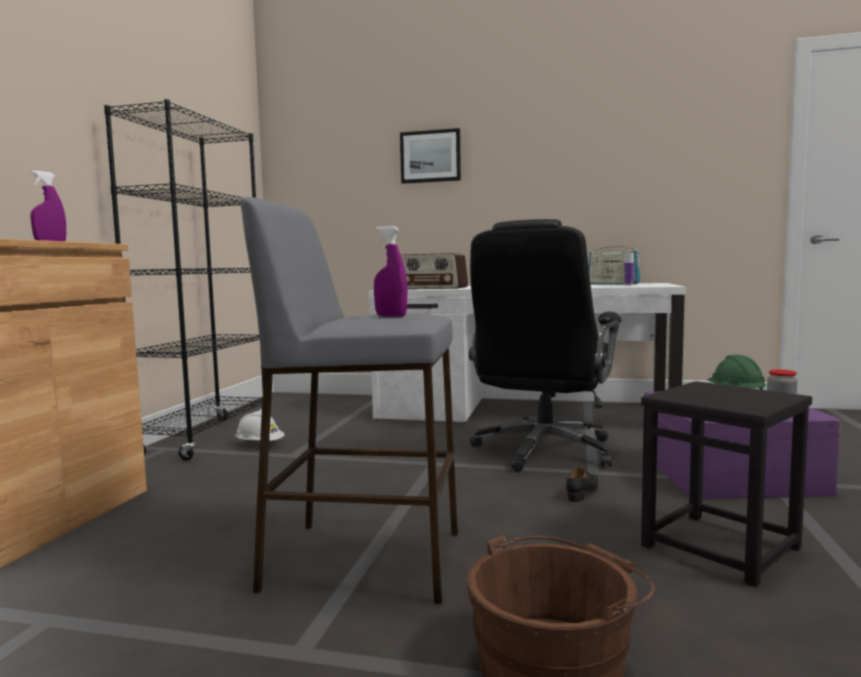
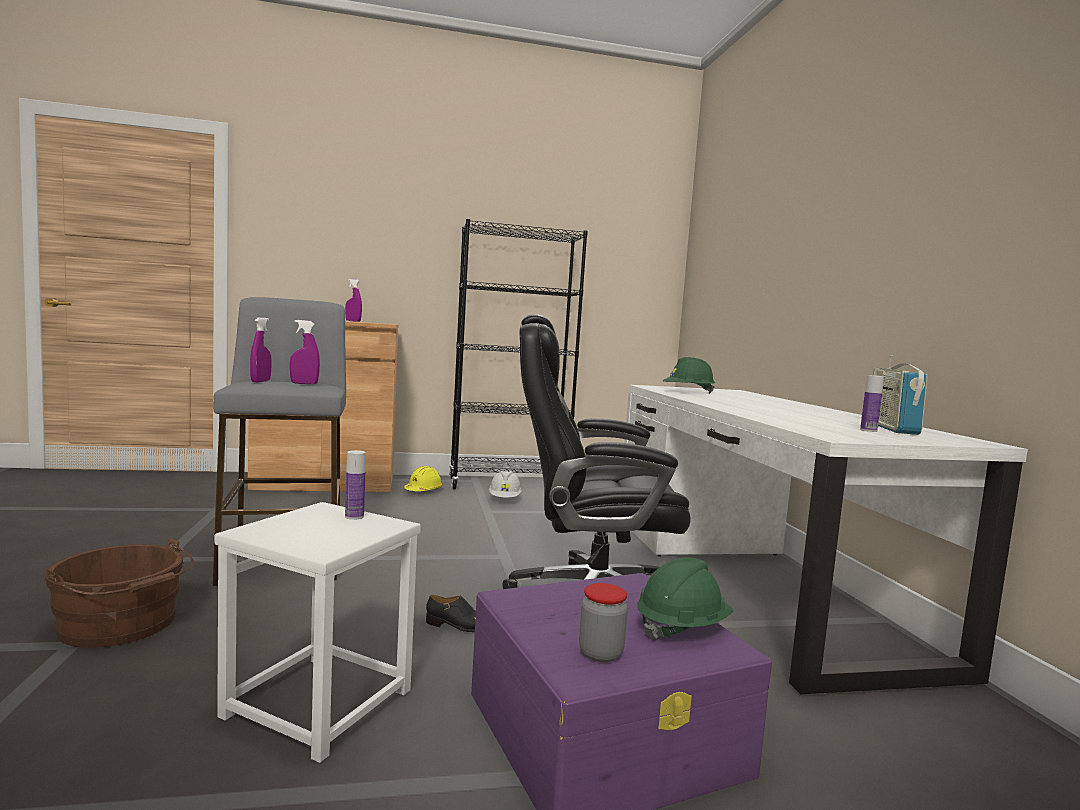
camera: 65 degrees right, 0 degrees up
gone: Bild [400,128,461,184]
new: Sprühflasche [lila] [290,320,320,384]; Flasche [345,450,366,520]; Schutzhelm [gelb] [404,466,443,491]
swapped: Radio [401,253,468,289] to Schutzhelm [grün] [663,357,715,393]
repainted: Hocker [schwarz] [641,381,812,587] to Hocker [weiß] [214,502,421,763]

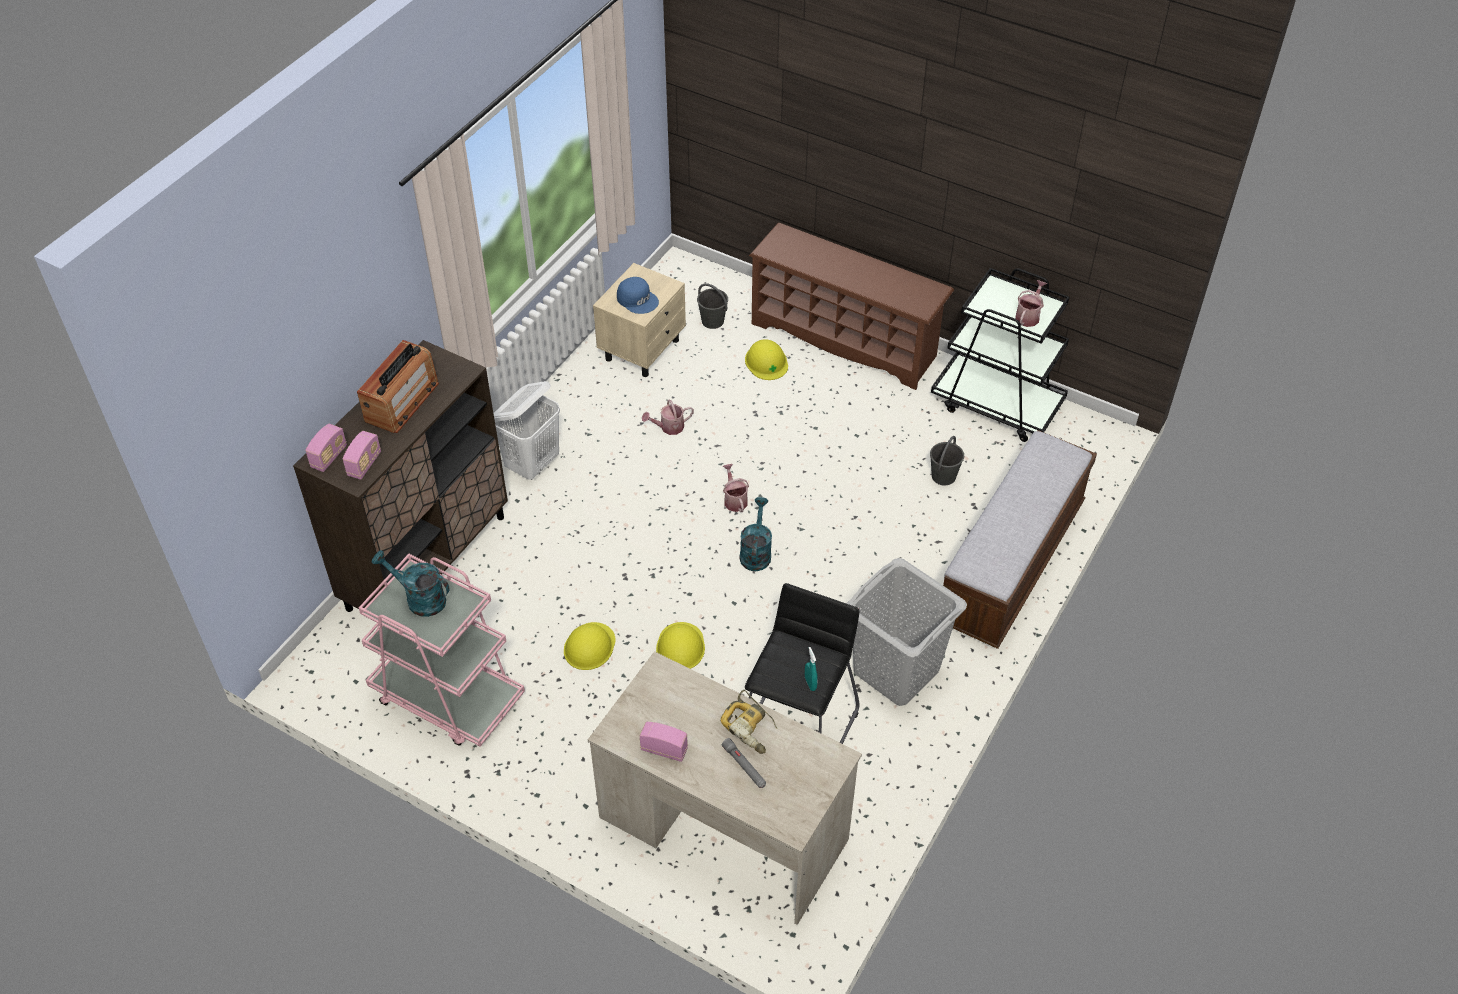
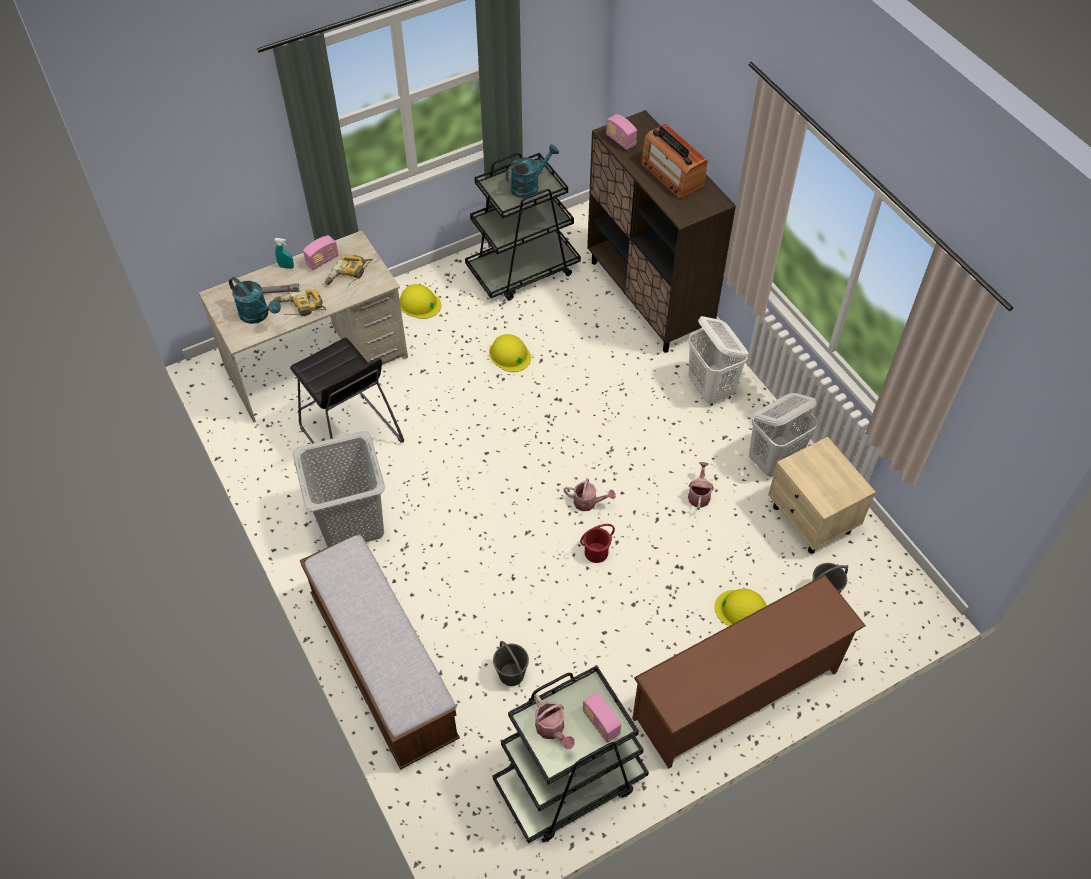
camera: 120 degrees right, 5 degrees up
gone: Kappe [blau] [617,277,659,314]
new: Bohrmaschine [325,255,373,285]; Eimer [rot] [580,524,615,563]; Wäschekorb [weiß] [749,393,818,477]
shifted: Radio [305,424,347,472] to [582,692,621,743]; Schutzhelm [gelb] [656,622,705,669] to [399,284,441,319]; Gießkanne [türkis] [740,497,772,571] to [229,277,281,324]; Sprühflasche [türkis] [805,647,818,691] to [274,238,294,269]
repainted: Rollwagen [rosa] [359,554,525,746] to Rollwagen [schwarz] [465,153,581,301]

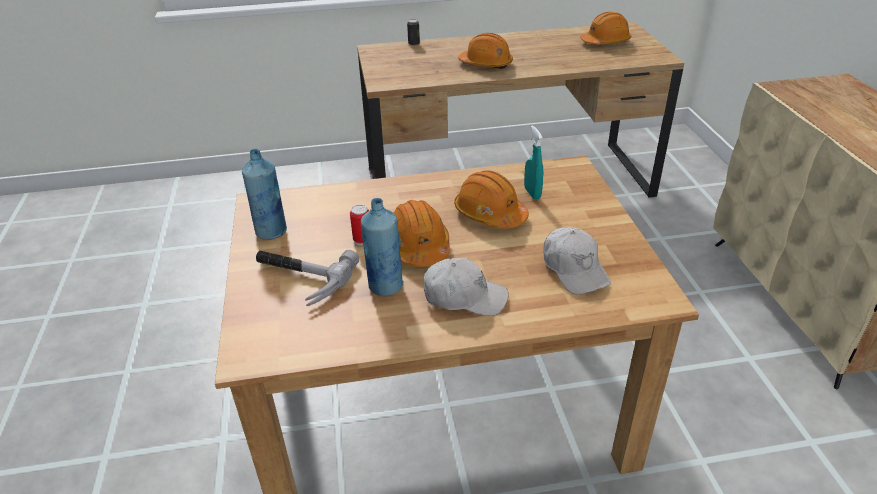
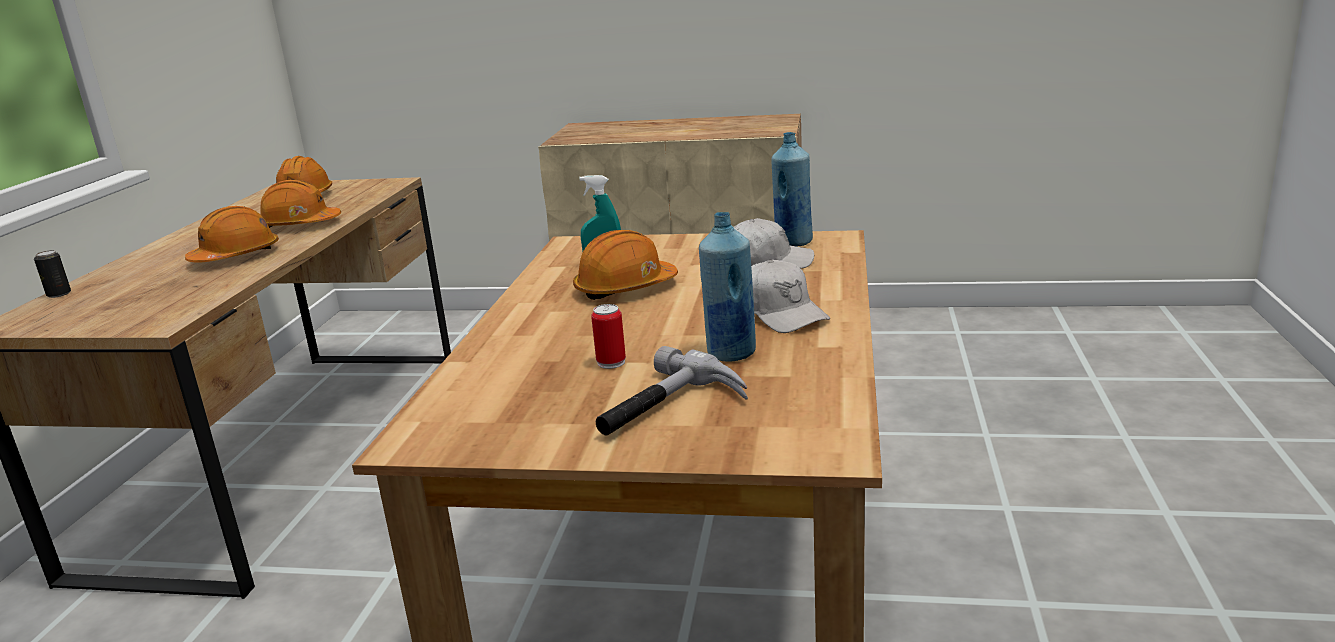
camera: 70 degrees left, 15 degrees down
shifted: Flasche [blau] [242,149,287,240] to [771,132,813,247]; Schutzhelm [orange] [393,200,450,267] to [260,180,341,228]
rotated: Kappe [weiß] [424,258,509,316] = [751,260,830,333] 120 degrees clockwise

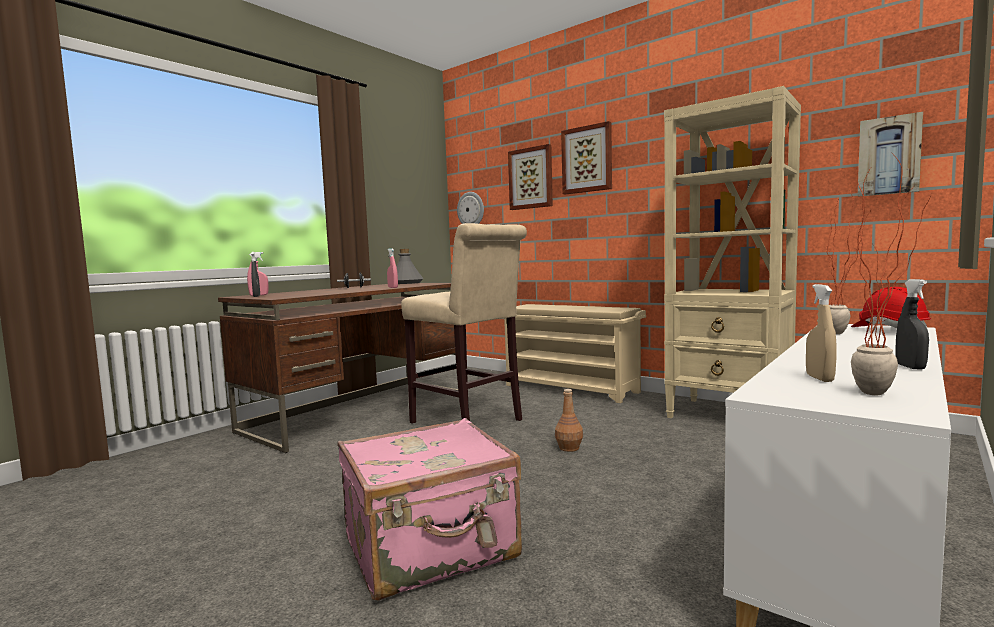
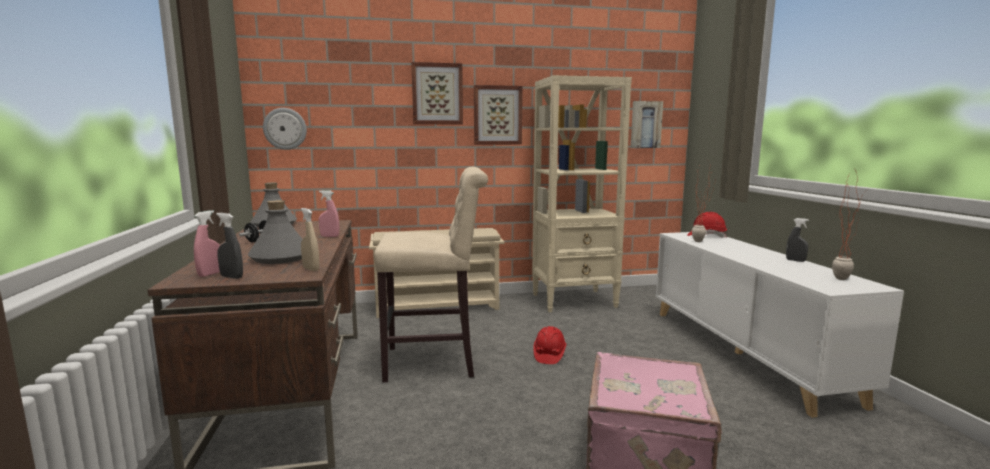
camera: 50 degrees left, 5 degrees up
new: Flasche [grau] [248,200,302,264]
shifted: Bild [508,144,553,210] to [474,85,522,145]; Sprühflasche [beige] [806,284,837,382] to [301,208,319,271]
swapped: Flasche [braun] [555,389,583,452] to Schutzhelm [rot] [534,326,566,364]

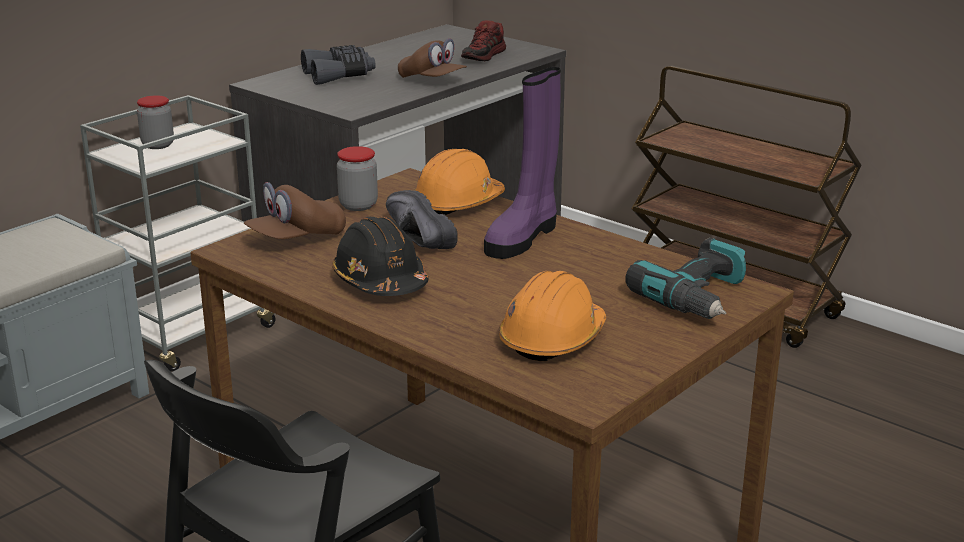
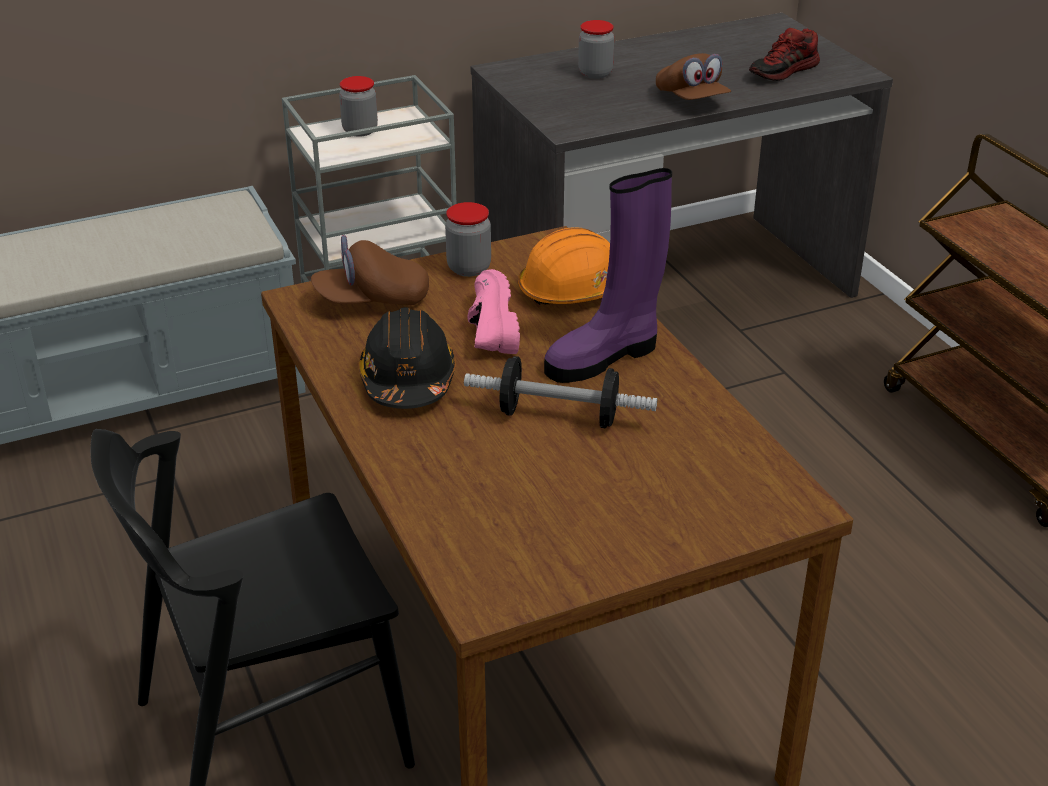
camera: 25 degrees right, 10 degrees up
gone: Schutzhelm [orange] [499,271,606,361]; Bohrmaschine [625,238,746,319]
new: Hantel [464,356,657,428]
swapped: Fernglas [grau] [301,45,376,85] to Vorratsglas [578,20,614,79]
repainted: Schuh [schwarz] [386,190,458,249] to Schuh [rosa] [468,269,520,354]

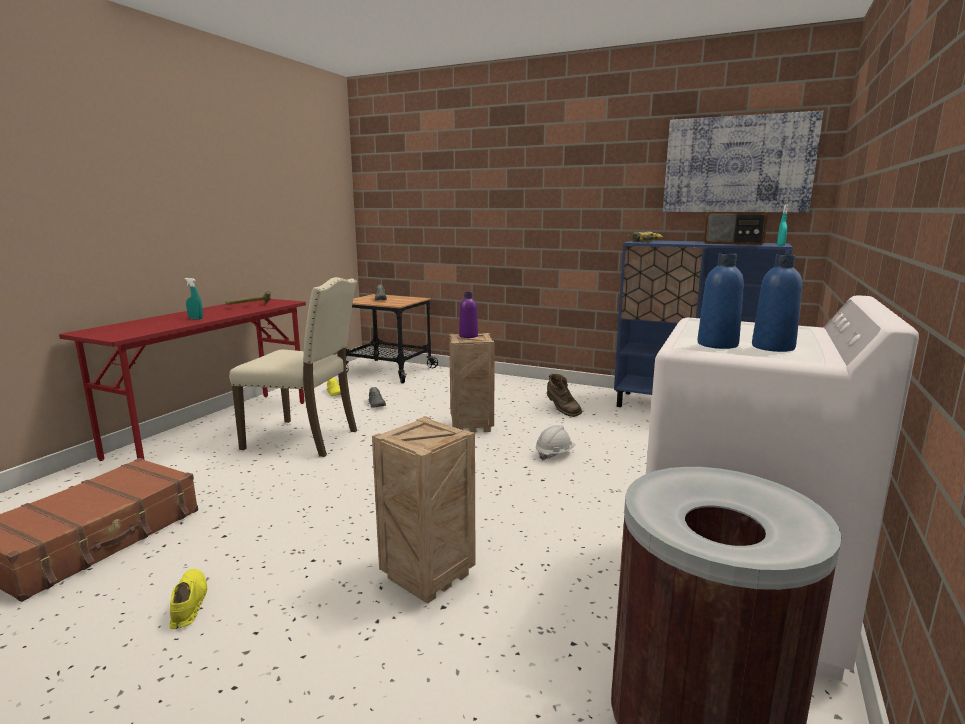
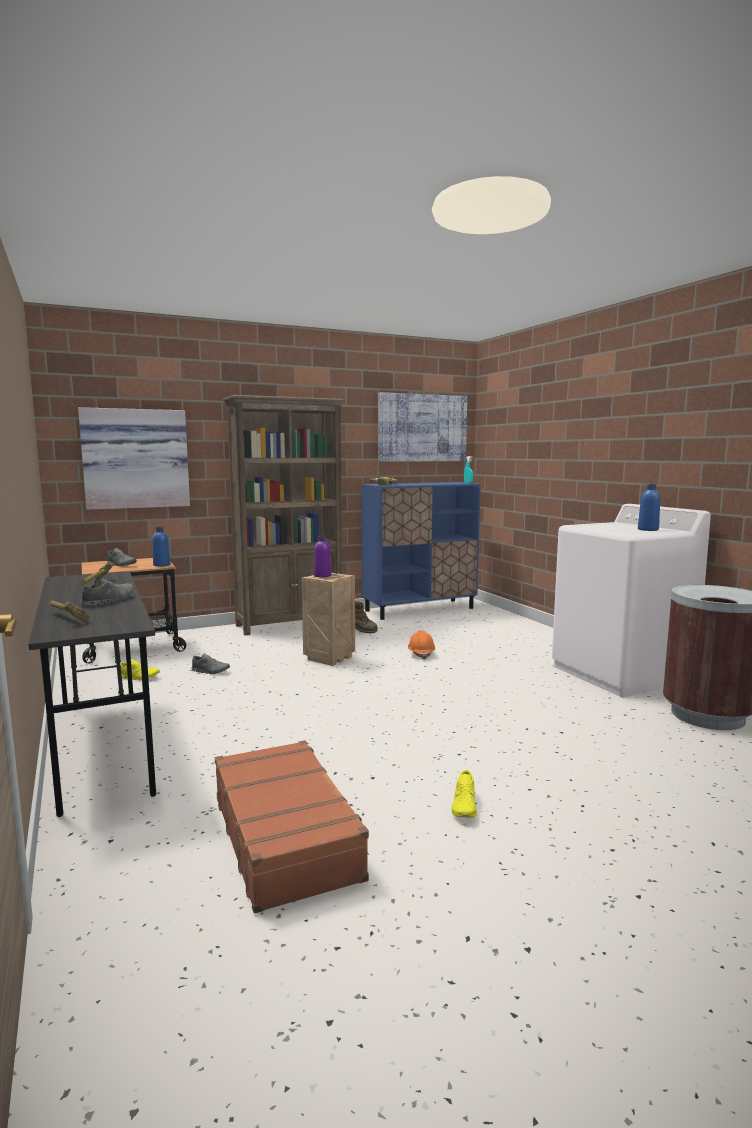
camera: 50 degrees left, 5 degrees down
gone: Stuhl [beige] [229,277,357,457]; Kiste [372,416,476,604]; Radio [704,212,768,245]
new: Hammer [49,600,90,623]; Bild [78,407,190,510]; Bücherregal [braun] [223,395,344,635]
shifted: Flasche [blau] [697,253,744,349] to [152,527,171,567]
swapped: Sprühflasche [türkis] [185,278,203,319] to Schuh [grau] [81,577,134,606]
repainted: Schreibtisch [rot] [59,299,306,461] to Schreibtisch [grau] [28,571,156,817]; Schutzhelm [weiß] [536,425,575,460] to Schutzhelm [orange] [408,631,435,660]
rotated: Schuh [gelb] [170,569,207,629] = [452,770,477,818] 105 degrees counterclockwise

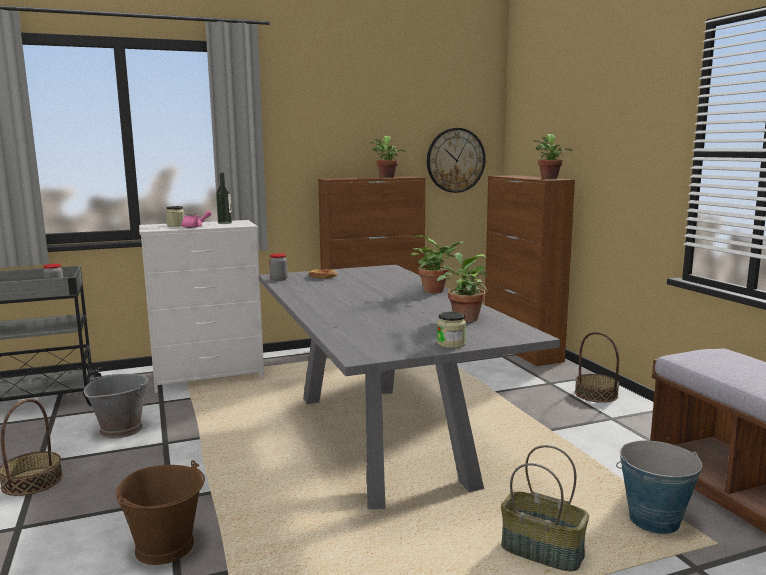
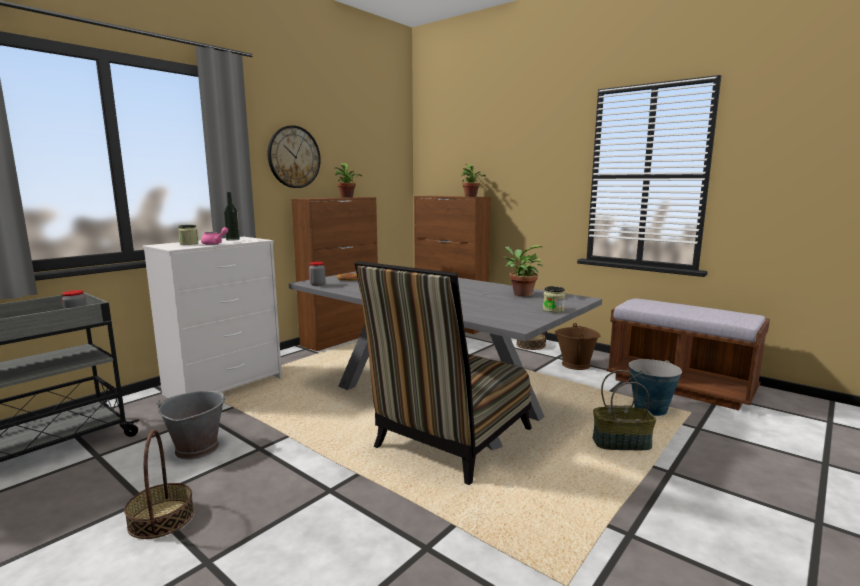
camera: 30 degrees left, 0 degrees up
gone: Topfpflanze [411,235,464,293]
new: Stuhl [354,261,532,485]
shifted: Eimer [braun] [116,460,205,565] to [554,323,601,370]; Wanduhr [427,128,485,193] to [268,125,321,188]

